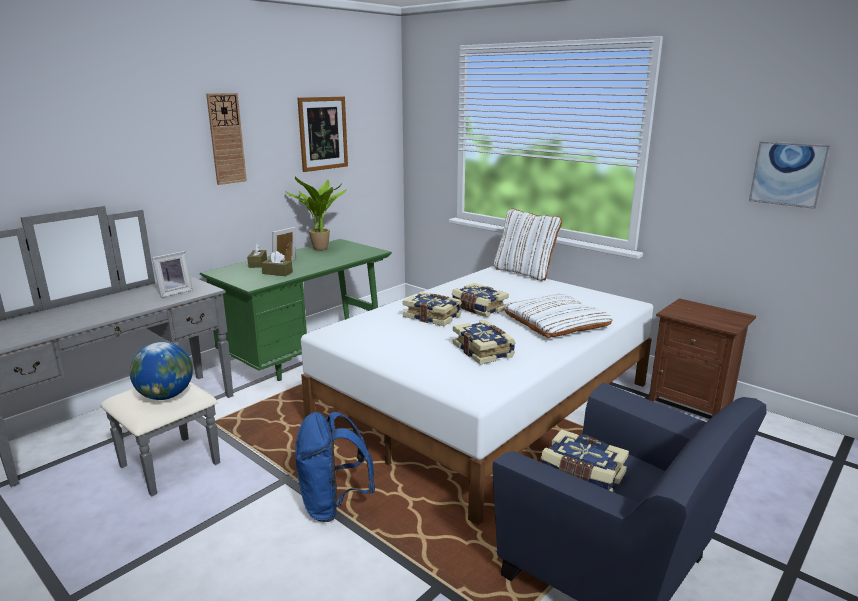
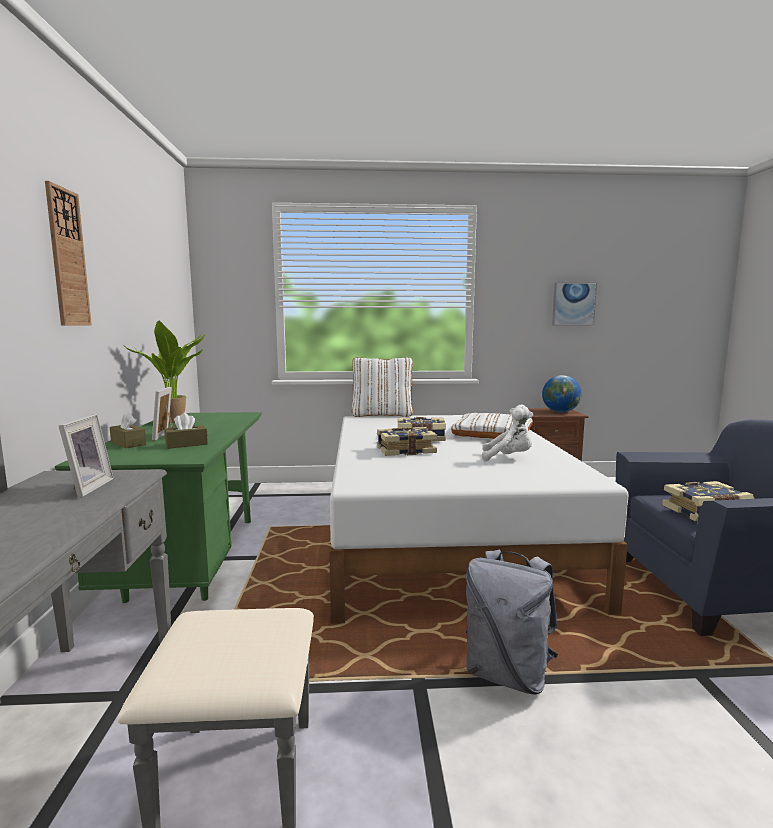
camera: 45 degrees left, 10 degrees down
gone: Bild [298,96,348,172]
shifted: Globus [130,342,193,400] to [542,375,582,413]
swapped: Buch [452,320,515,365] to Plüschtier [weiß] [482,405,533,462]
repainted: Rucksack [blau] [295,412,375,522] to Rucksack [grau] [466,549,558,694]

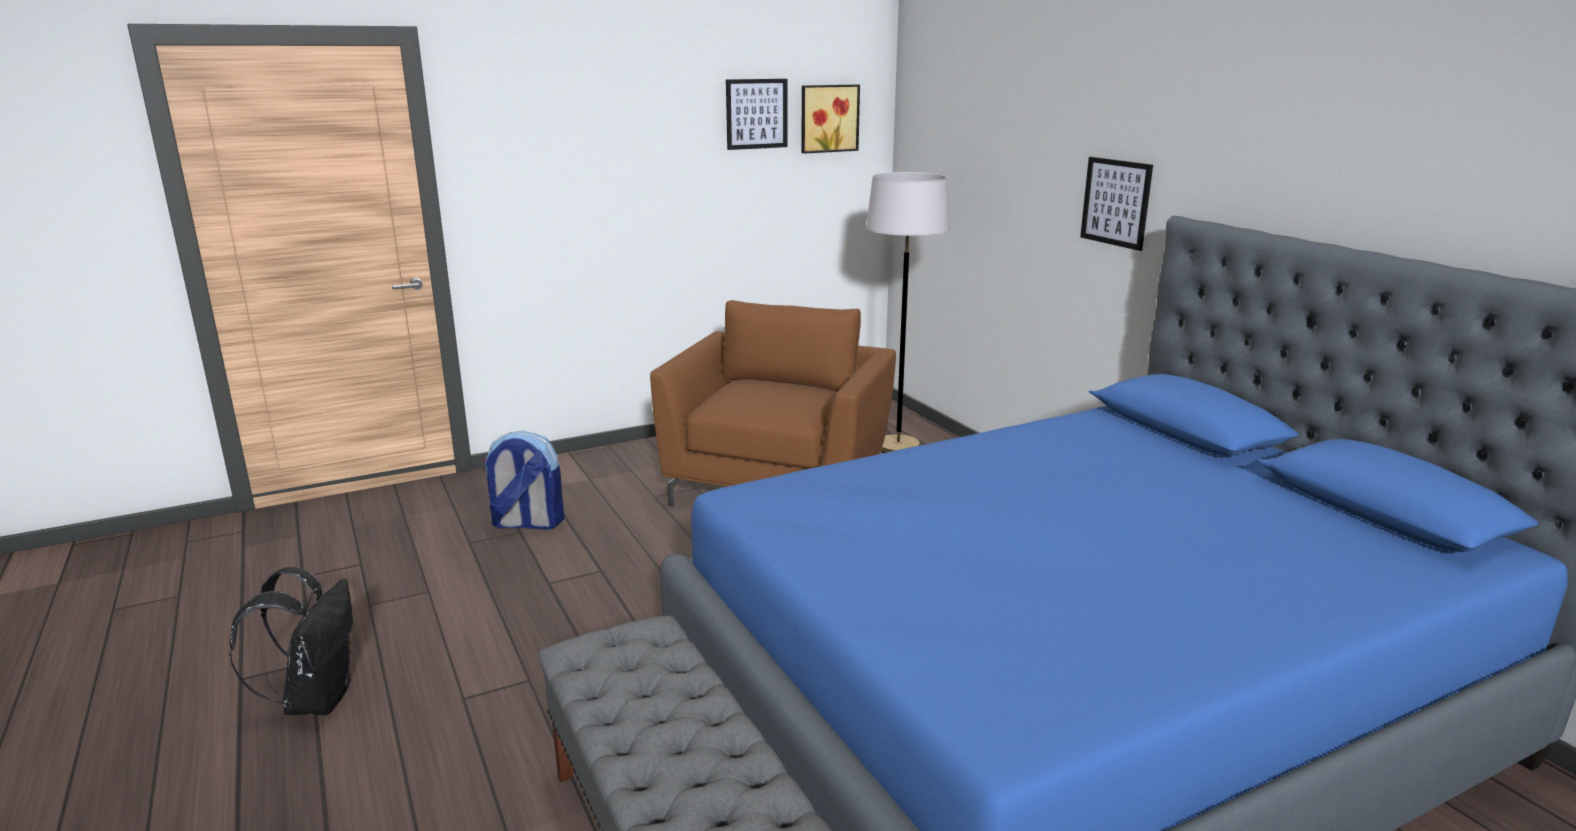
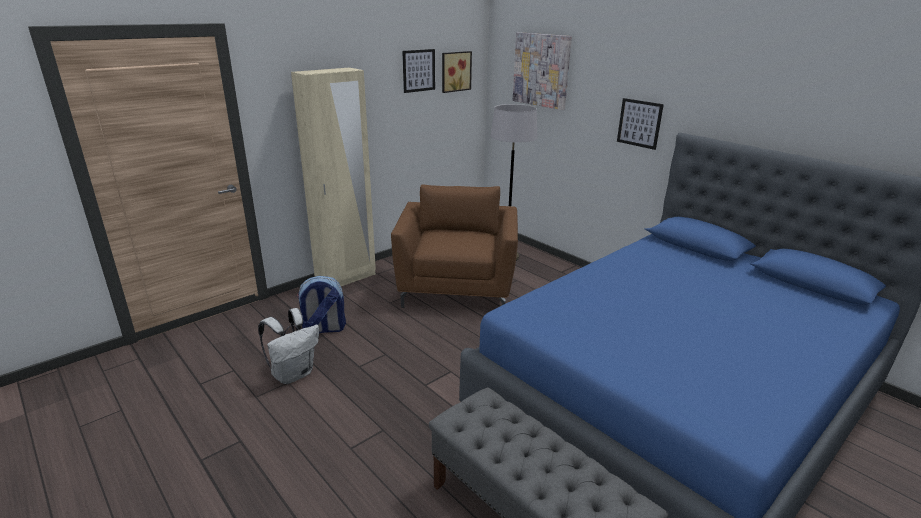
camera: 15 degrees left, 5 degrees up
gone: Rucksack [schwarz] [229,567,353,715]
new: Rucksack [weiß] [258,308,319,384]; Kleiderschrank [beige] [291,68,376,286]; Bild [513,32,572,110]

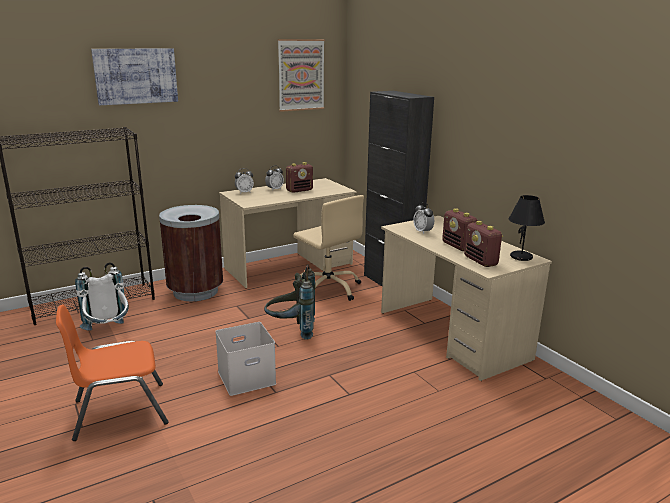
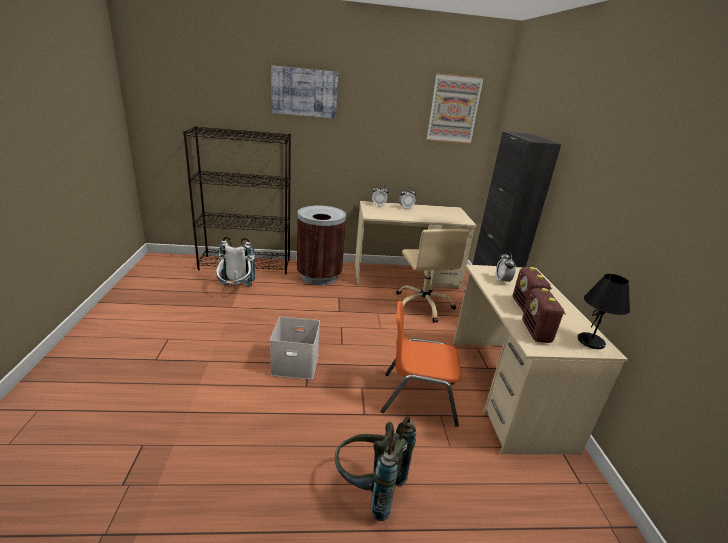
camera: 25 degrees right, 5 degrees up
gone: Radio [286,162,313,193]
shifted: Stuhl [orange] [56,304,169,441] to [381,300,461,427]; Rucksack [grau] [264,265,316,340] to [335,417,416,521]

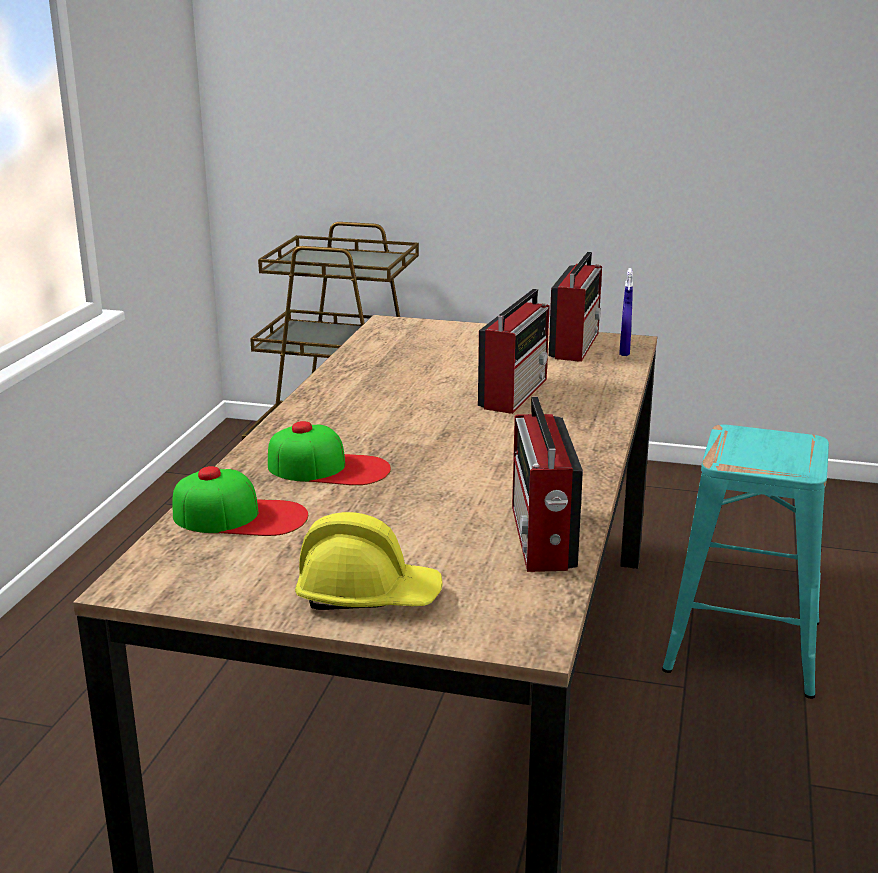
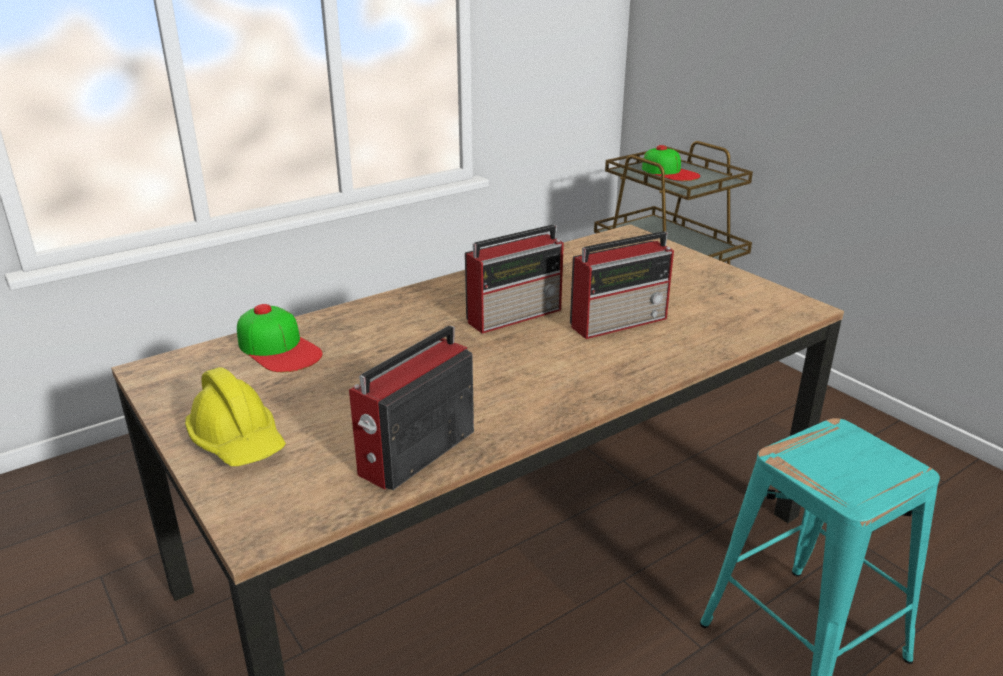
camera: 40 degrees right, 5 degrees up
gone: Sprühflasche [blau] [619,268,633,356]
shifted: Kappe [268,421,391,485] to [642,145,700,181]; Radio [549,252,602,362] to [465,225,564,334]

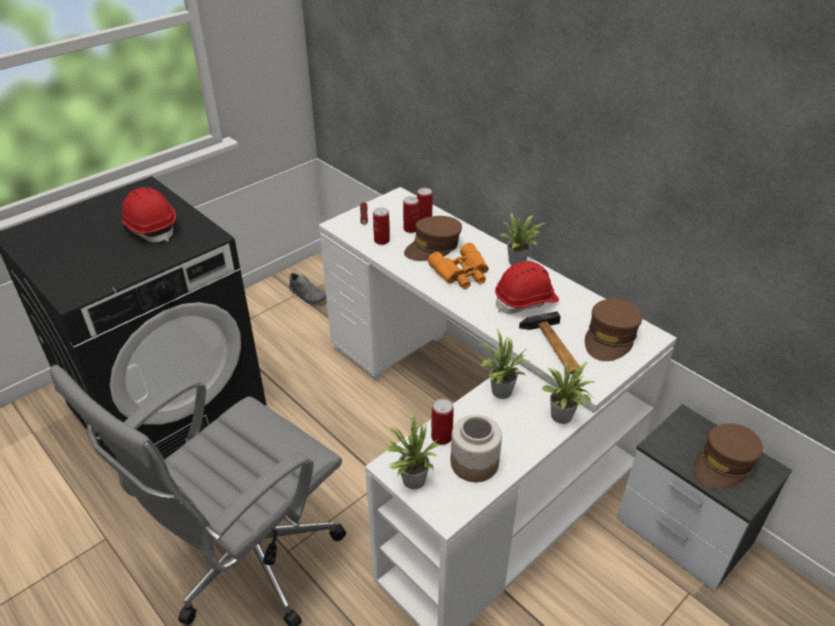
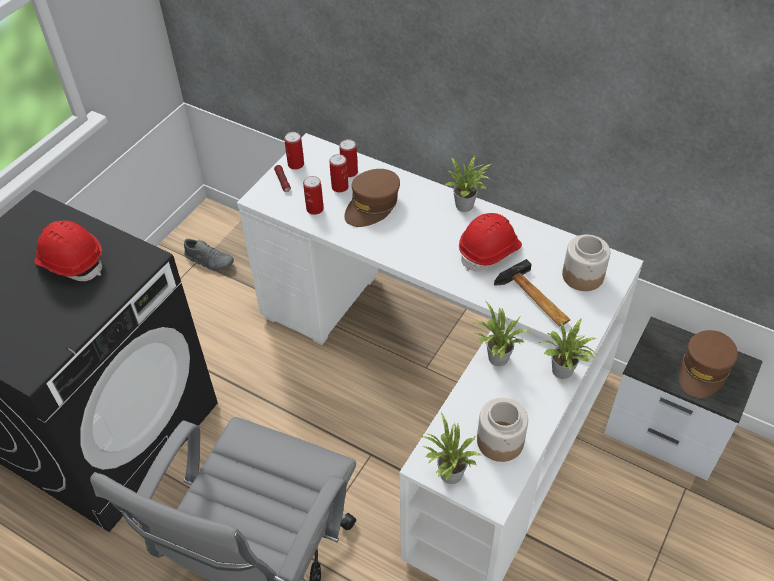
camera: 15 degrees left, 10 degrees up
gone: Fernglas [orange] [428,243,489,289]
shifted: Dose [431,399,454,445] to [284,132,304,170]
swapped: Kappe [braun] [585,298,642,361] to Vorratsglas [562,234,610,291]

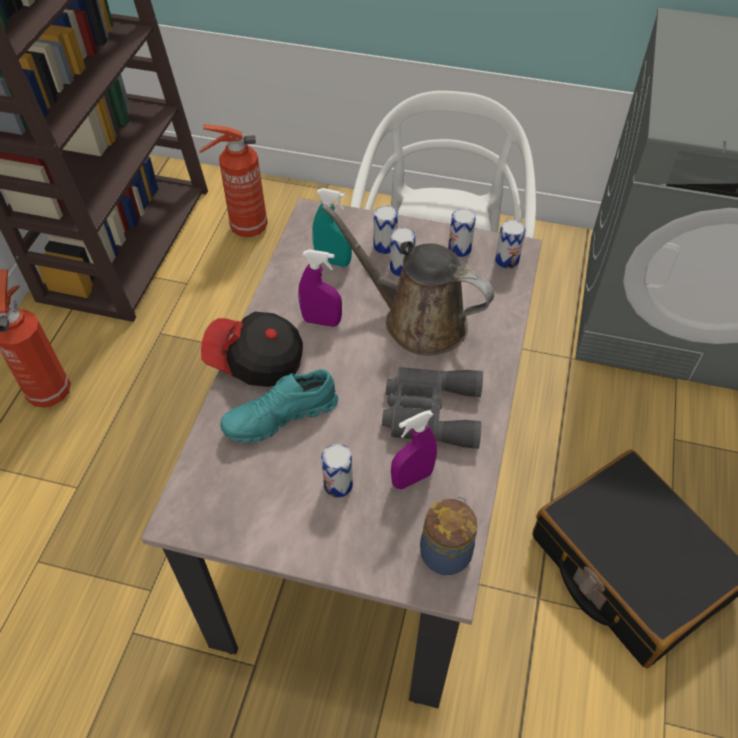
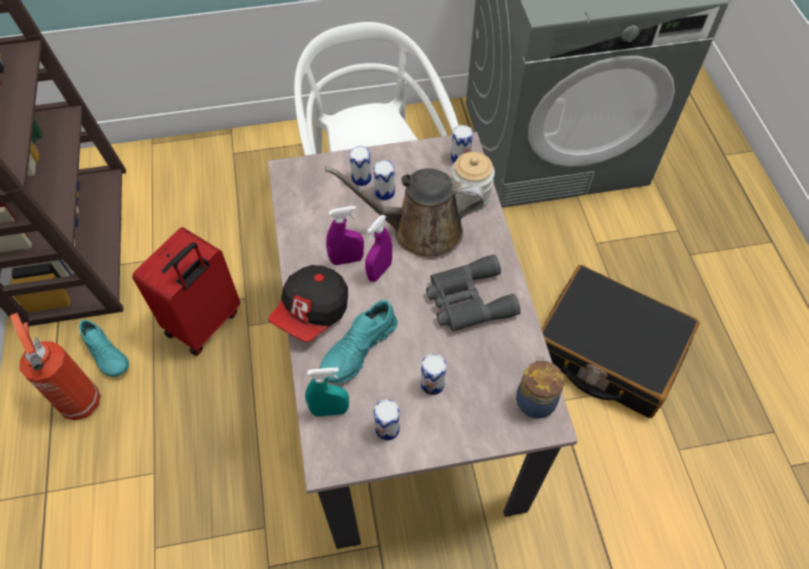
camera: 25 degrees left, 5 degrees up
gone: Feuerlöscher [199,124,268,237]
new: Schuh [türkis] [79,320,129,377]; Koffer [rot] [132,227,240,356]; Vorratsglas [451,152,495,211]
shifted: Sprühflasche [türkis] [312,188,352,267] to [305,368,349,416]; Sprühflasche [lila] [391,410,437,489] to [365,215,392,282]; Dose [448,208,476,257] to [374,399,400,441]
rotated: Kappe [201,311,303,387] = [268,265,348,342] 45 degrees counterclockwise

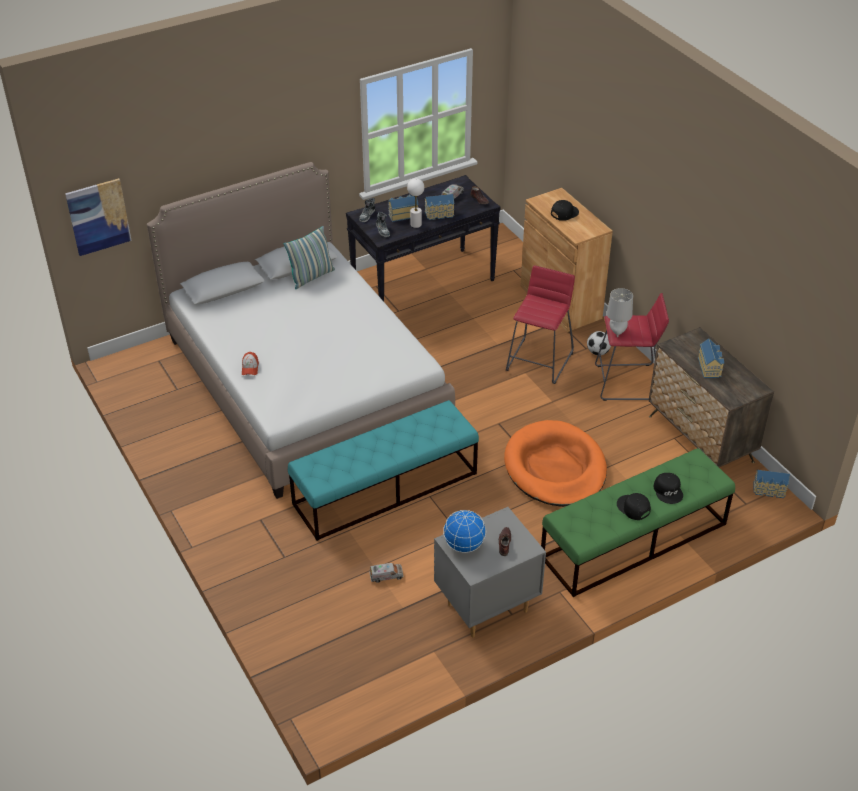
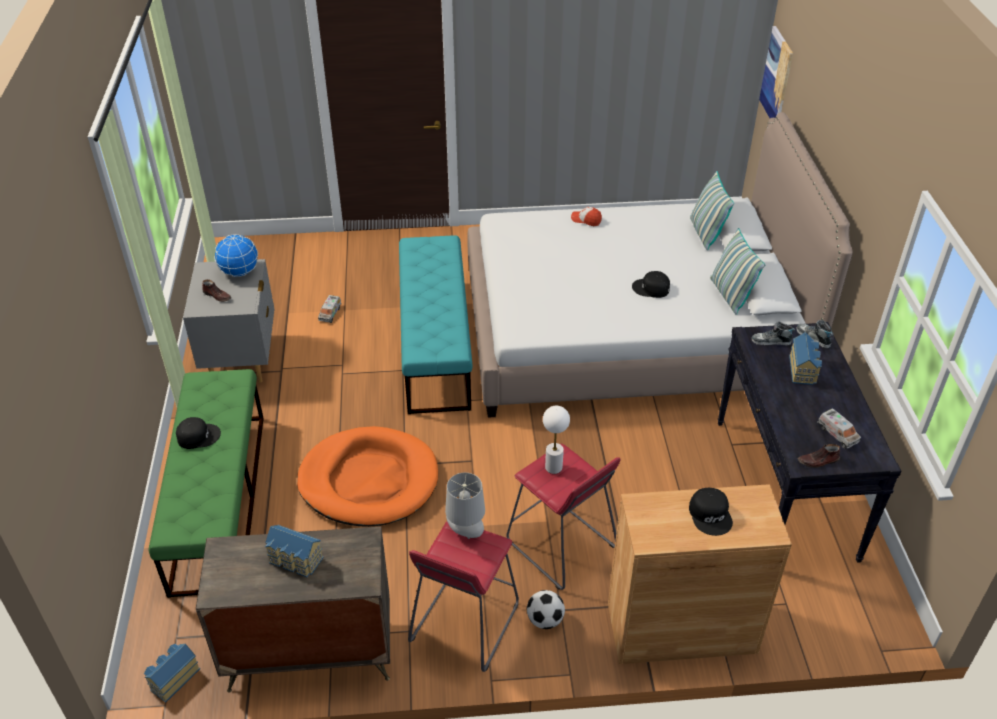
camera: 115 degrees right, 0 degrees up
gone: Spielzeughaus [425,194,454,220]
new: Kissen [690,171,734,250]
shifted: Tischlampe [weiß] [407,178,424,228] to [543,406,570,474]; Kappe [schwarz] [654,473,683,504] to [632,271,670,298]

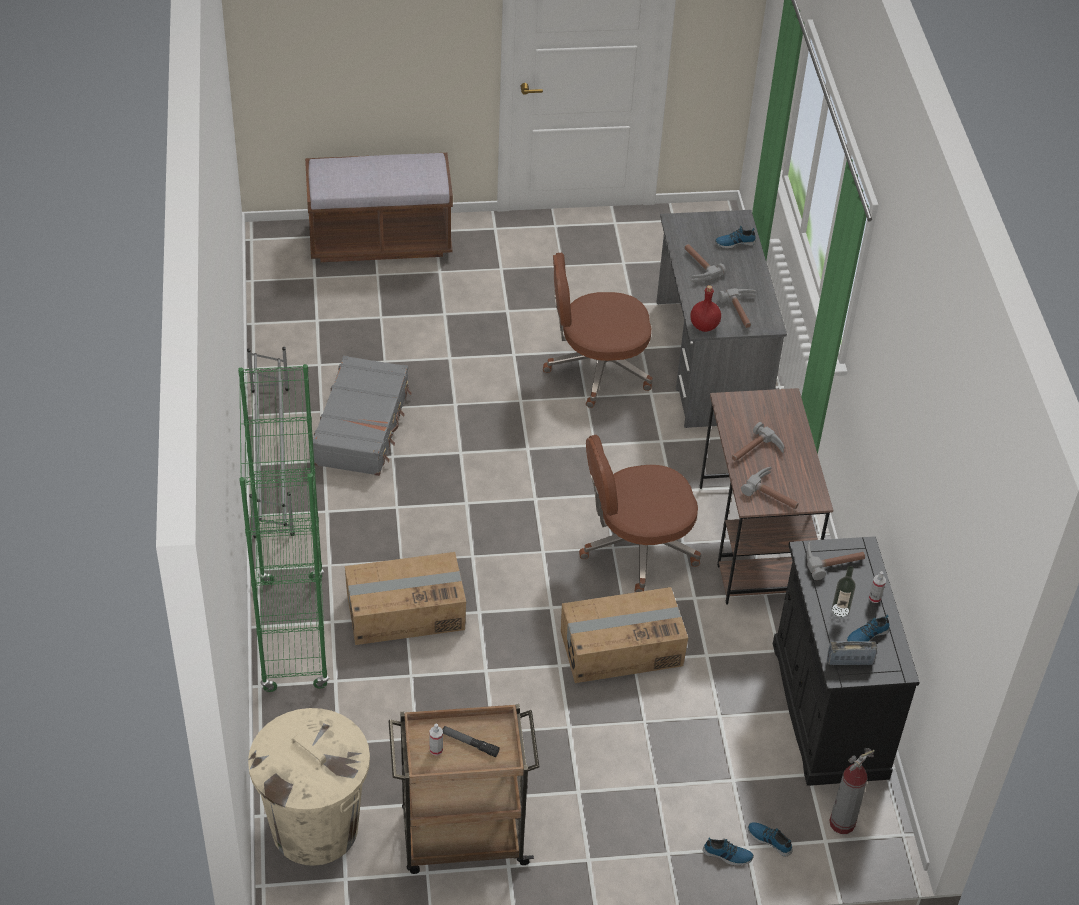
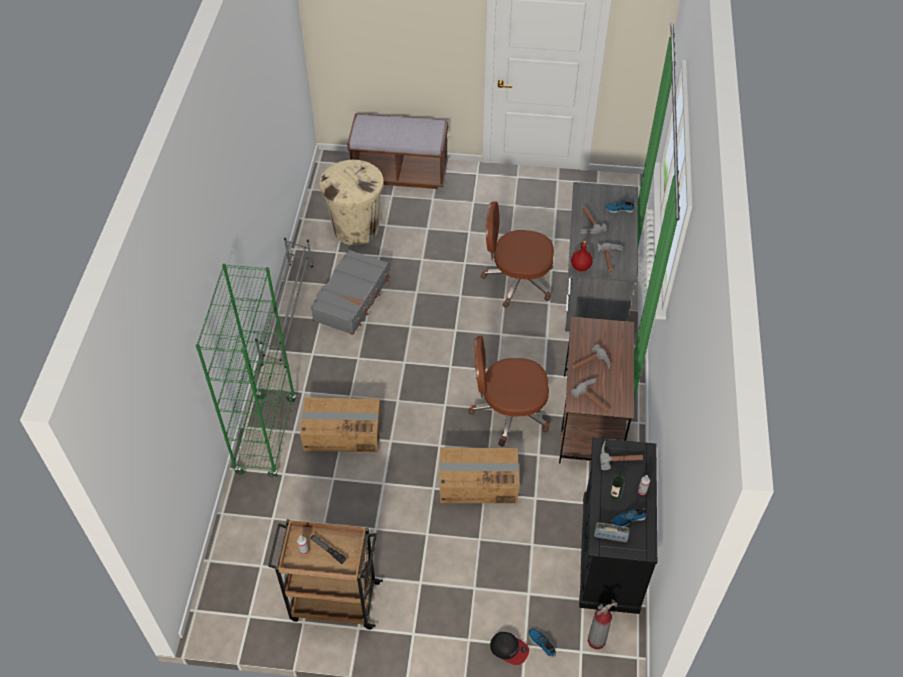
camera: 15 degrees right, 5 degrees up
shifted: Mülleimer [beige] [248,708,370,866] to [320,160,384,245]
swapped: Schuh [703,838,754,865] to Kappe [490,632,529,665]

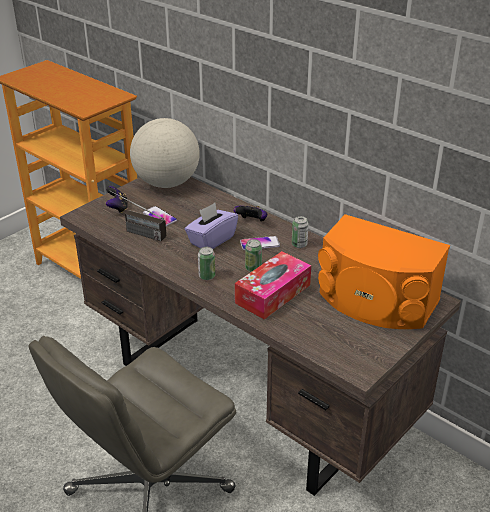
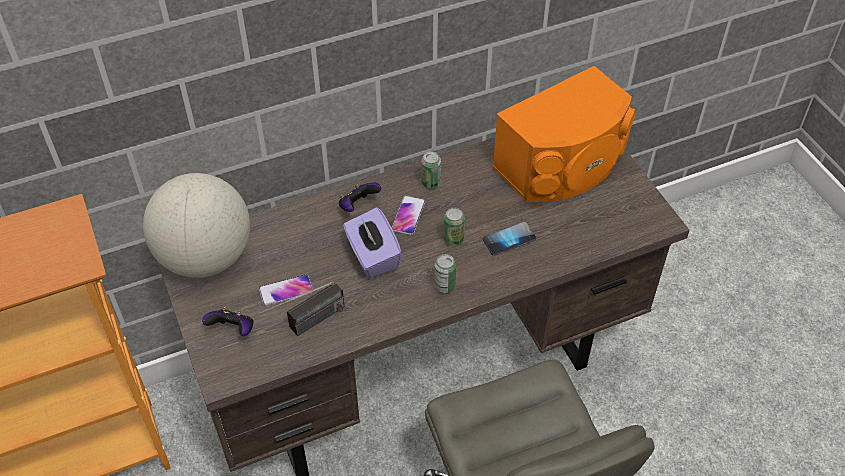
camera: 65 degrees left, 15 degrees up
swapped: Taschentuchbox [235,251,311,320] to Handy [483,222,536,256]

